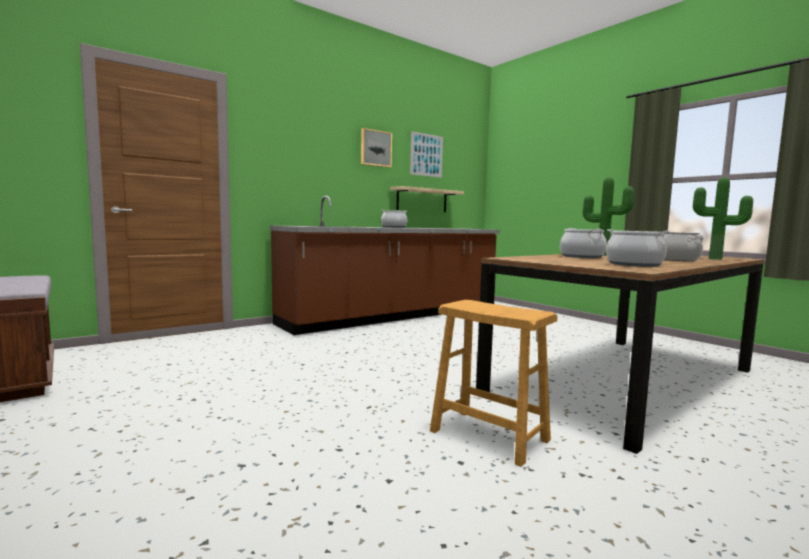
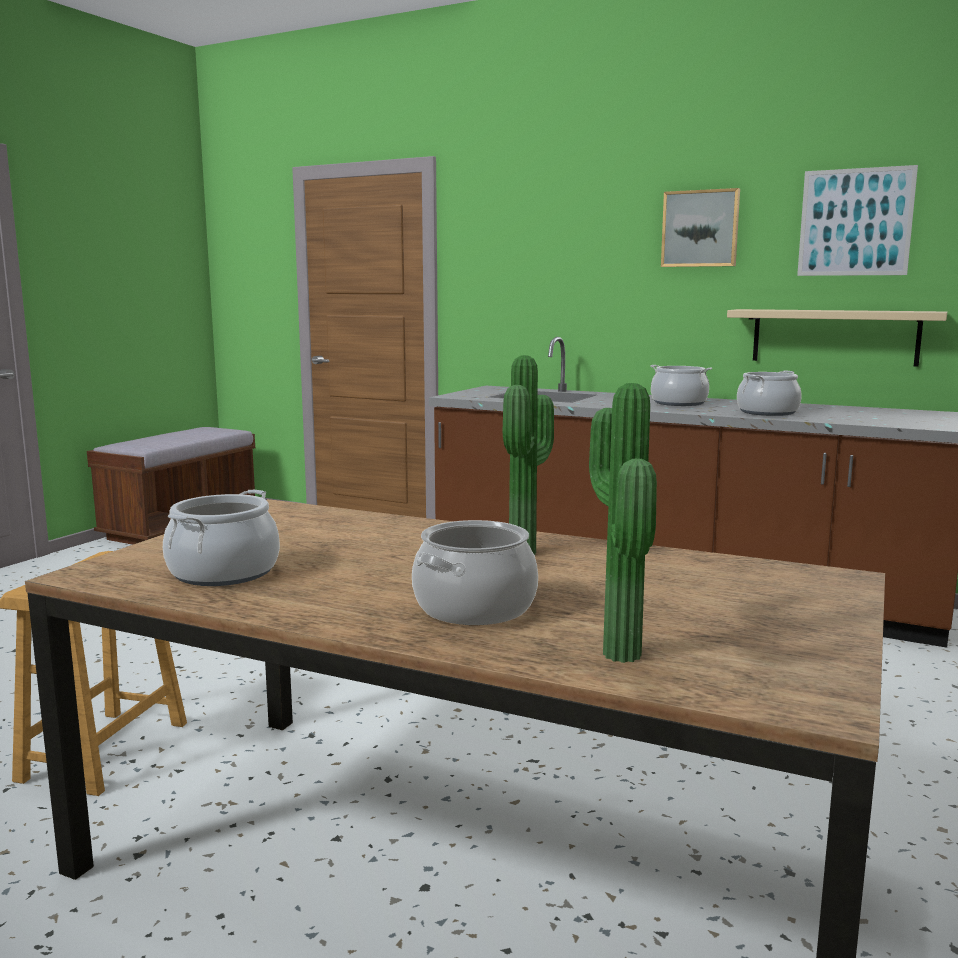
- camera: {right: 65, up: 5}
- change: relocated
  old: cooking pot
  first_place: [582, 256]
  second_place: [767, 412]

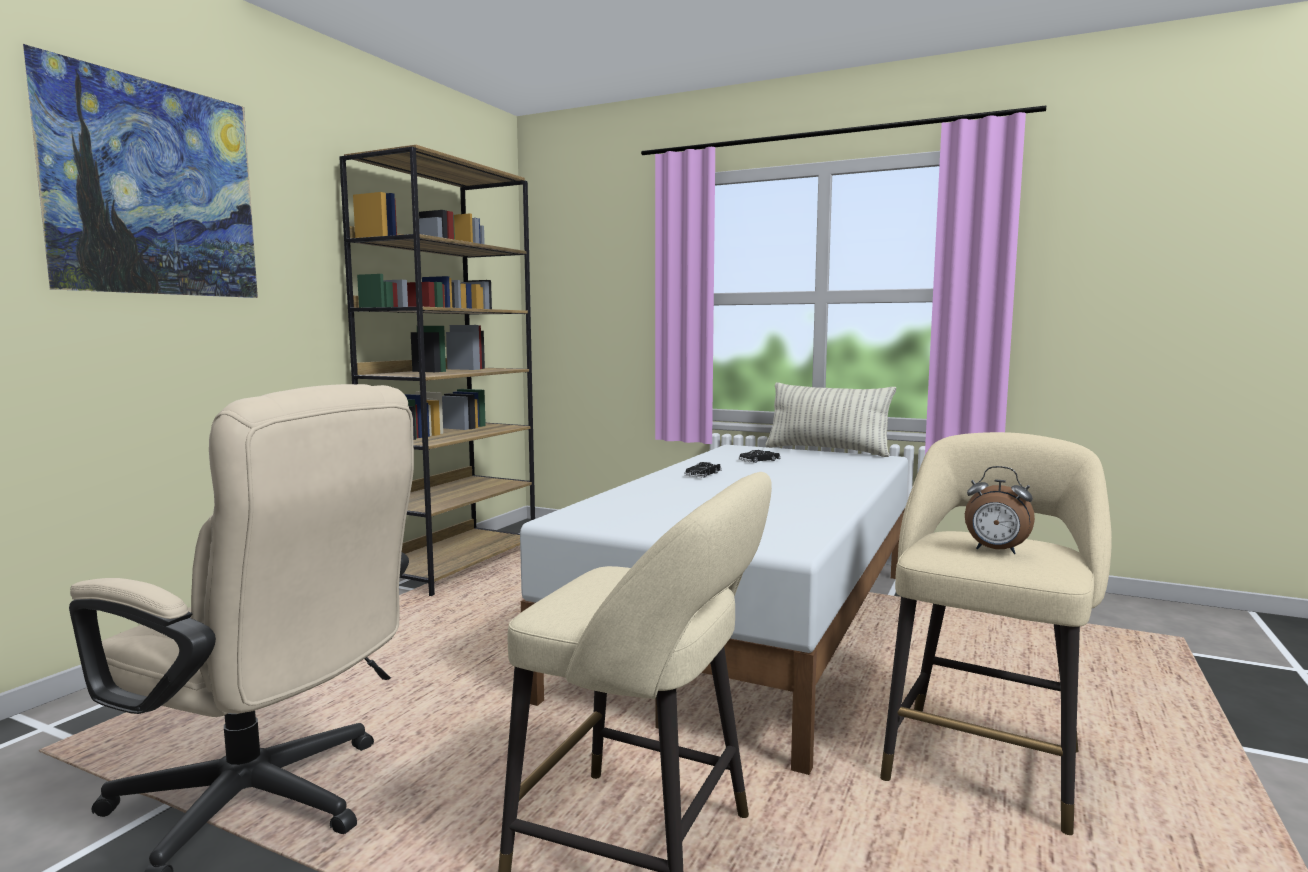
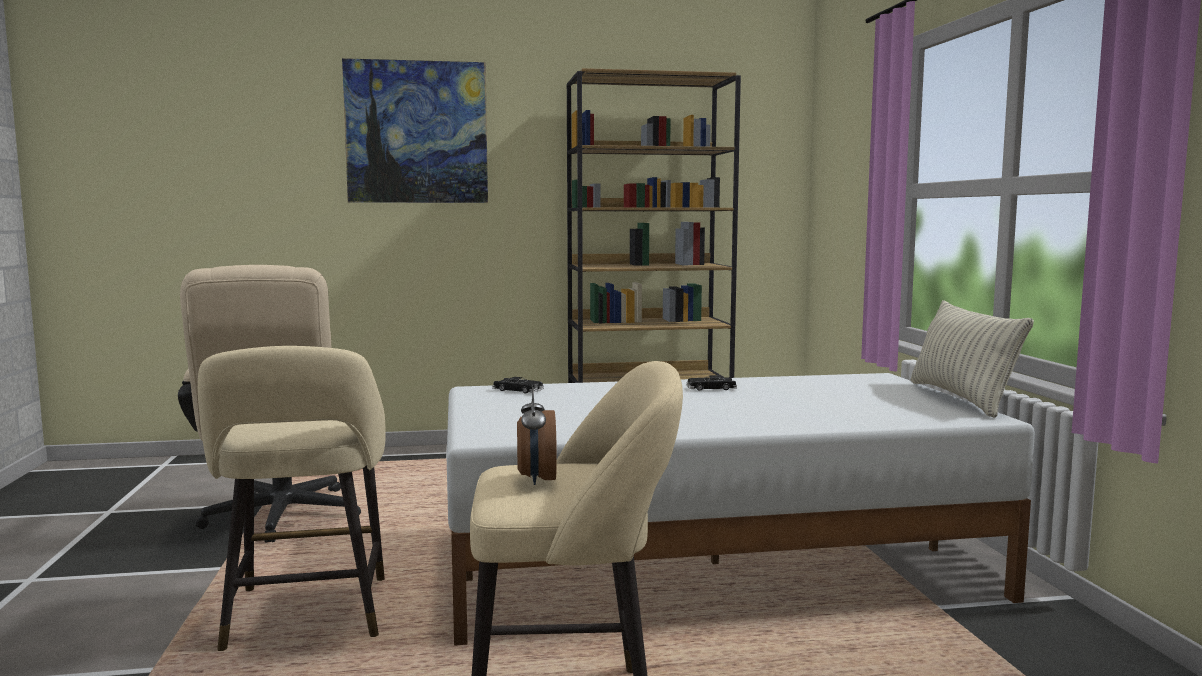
- camera: {right: 55, up: 0}
- change: relocated
  old: toy car in black
  first_place: [759, 460]
  second_place: [518, 390]

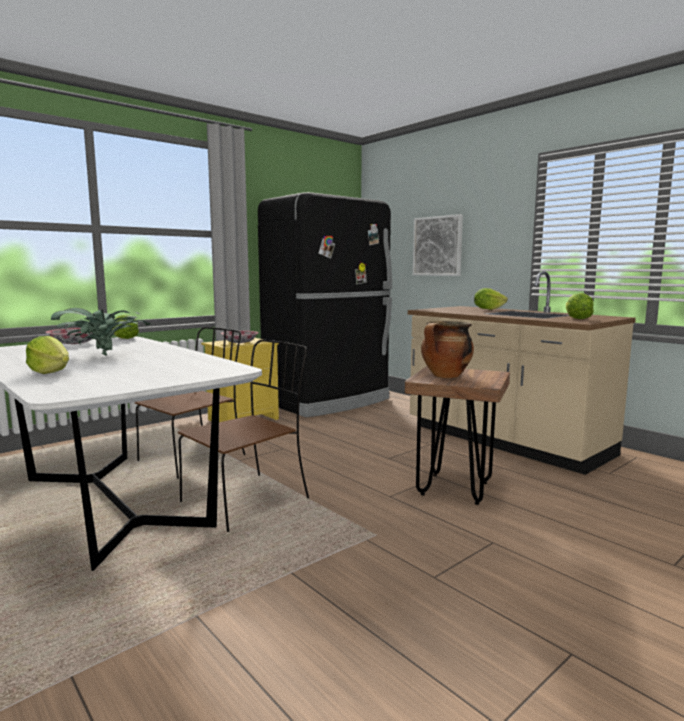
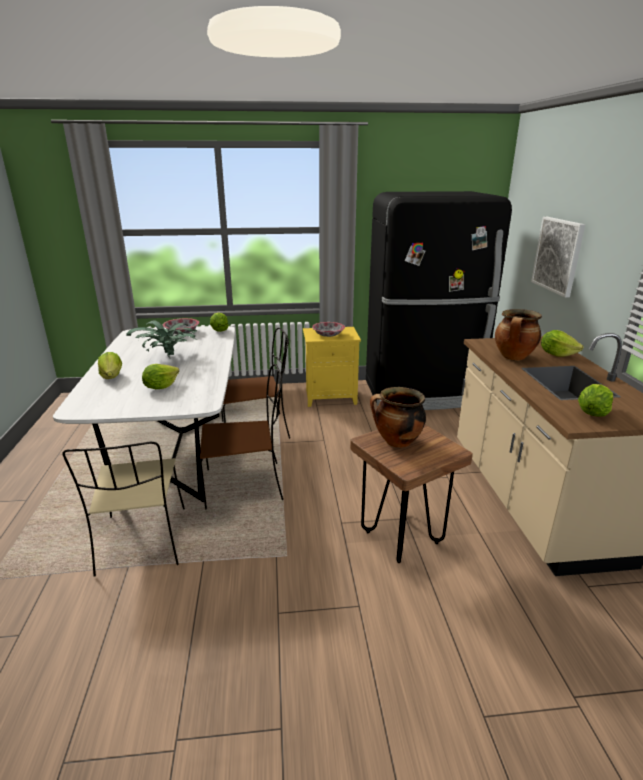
- camera: {right: 35, up: 15}
- change: appeared
  new: chair in beige
  second_place: [142, 542]
- change: appeared
  new: lettuce
  second_place: [161, 387]
- change: appeared
  new: cooking pot
  second_place: [514, 357]

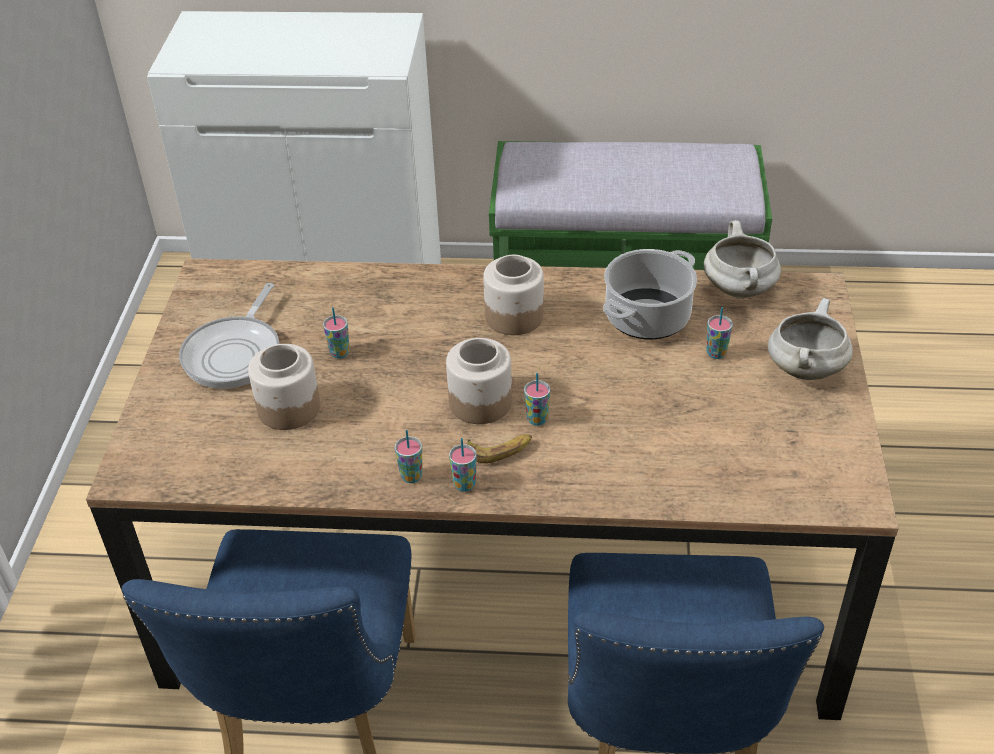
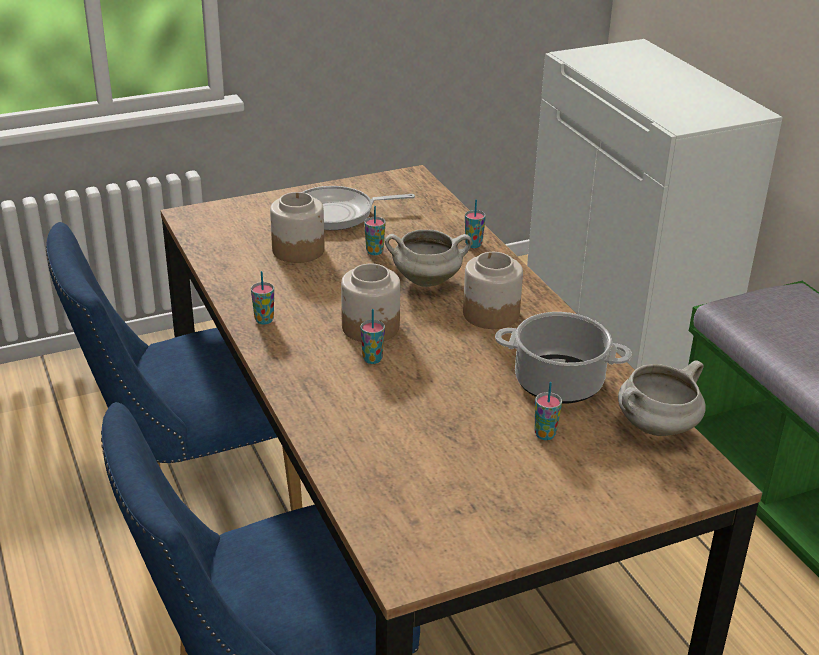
- camera: {right: 60, up: -10}
- change: relocated
  old: cooking pot in white
  first_place: [805, 368]
  second_place: [427, 280]
- change: relocated
  old: cup
  first_place: [464, 484]
  second_place: [473, 245]
- change: missing
  old: banana
  first_place: [500, 450]

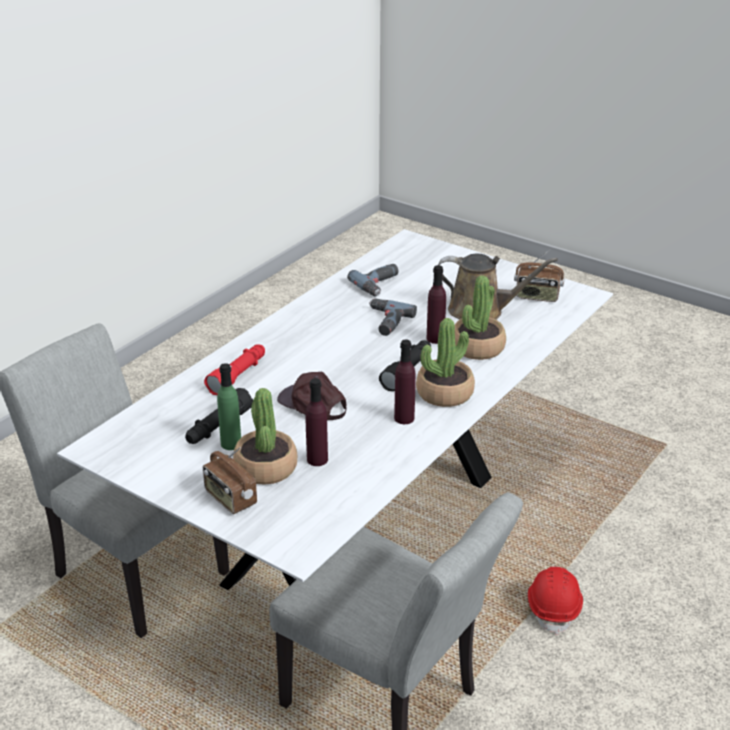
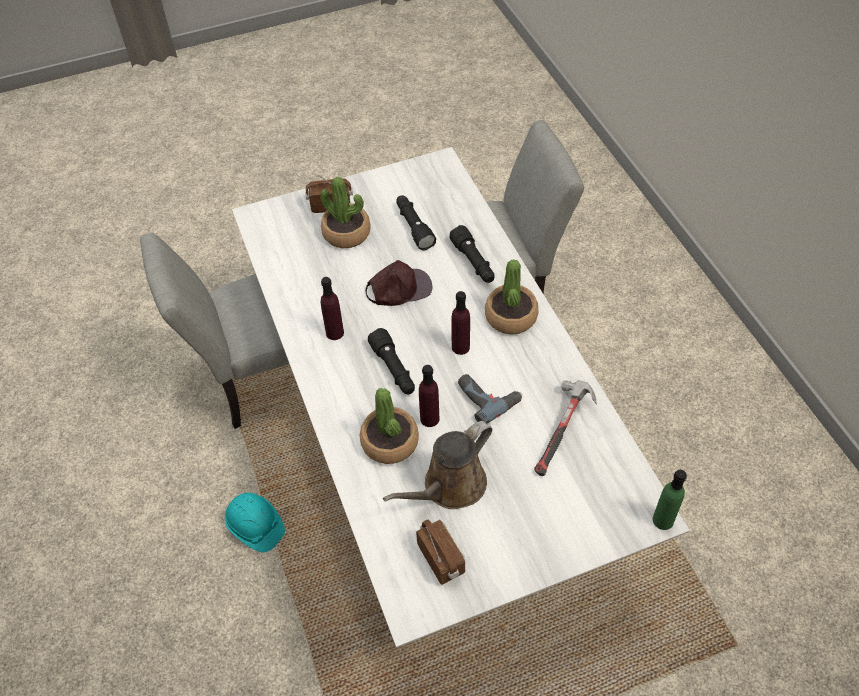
- camera: {right: 125, up: 20}
- change: colour
  old: hard hat in red
  new: hard hat in turquoise
  first_place: [554, 607]
  second_place: [255, 527]
- change: spun
  old: radio
  first_place: [537, 297]
  second_place: [441, 559]
  degrees: 105
- change: colour
  old: flashlight in red
  new: flashlight in black
  first_place: [238, 376]
  second_place: [473, 262]
- change: relocated
  old: bottle in purple
  first_place: [317, 459]
  second_place: [460, 347]
- change: relocated
  old: potted plant
  first_place: [444, 393]
  second_place: [511, 316]
- change: exchanged
  old: power drill
  new: hammer
  first_place: [380, 285]
  second_place: [562, 431]
- change: relocated
  old: bottle in green
  first_place: [231, 444]
  second_place: [663, 520]

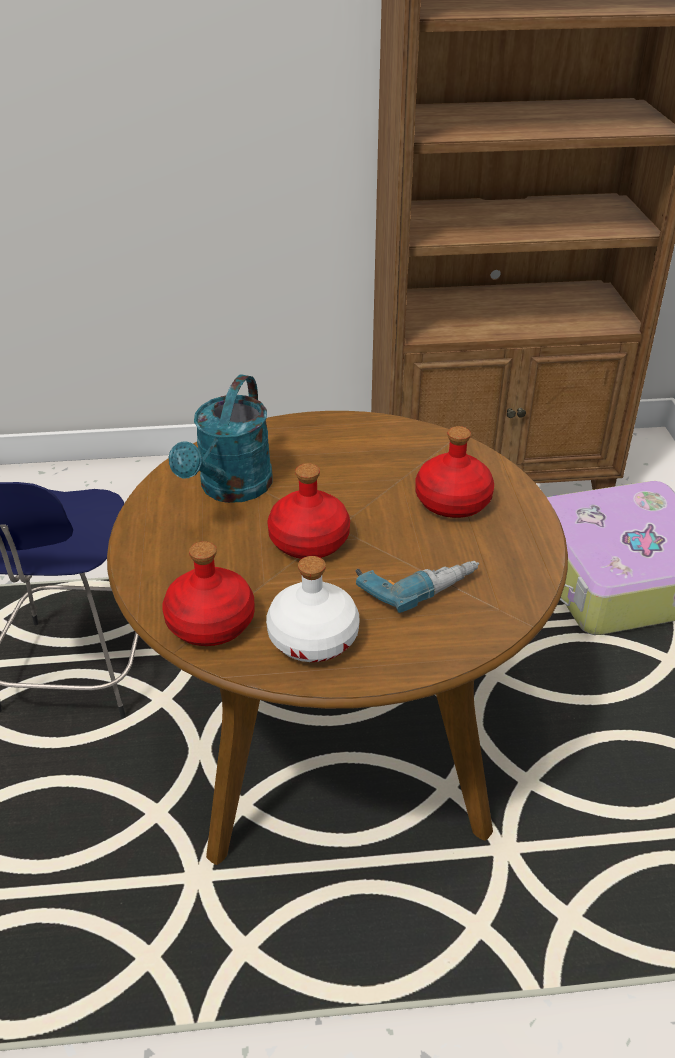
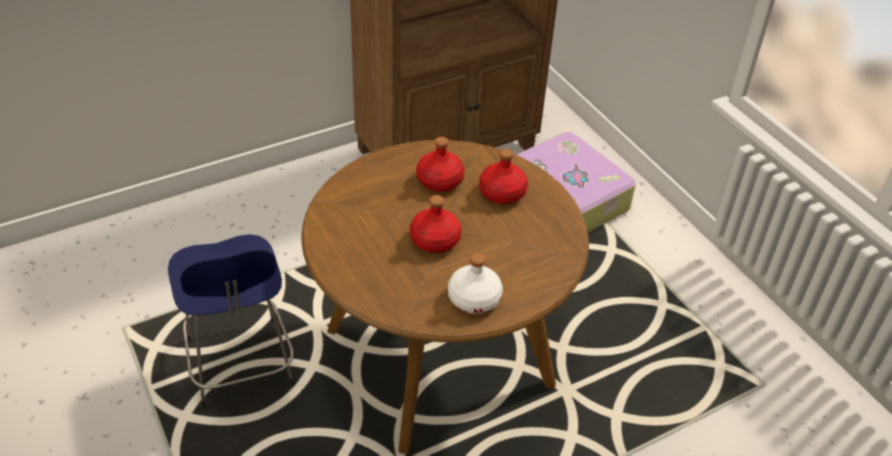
- camera: {right: -25, up: 5}
- change: relocated
  old: bottle in red
  first_place: [212, 623]
  second_place: [440, 180]
- change: missing
  old: watering can in turquoise
  first_place: [231, 489]
- change: missing
  old: power drill
  first_place: [416, 583]

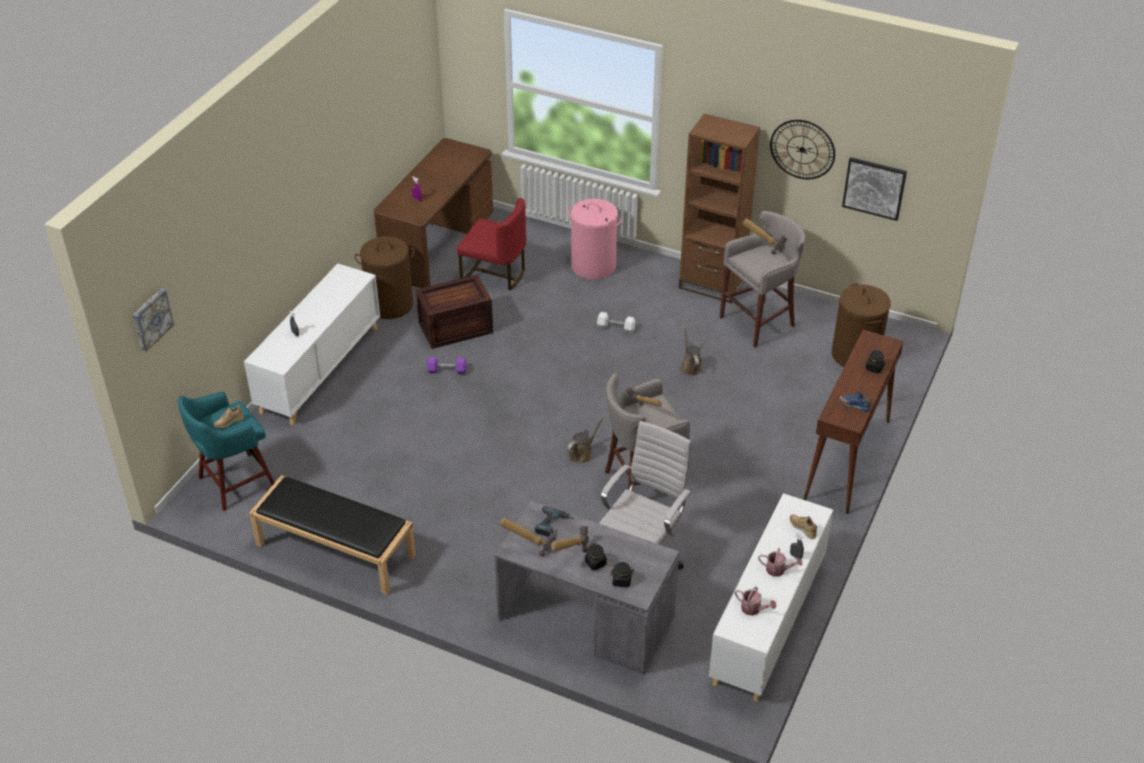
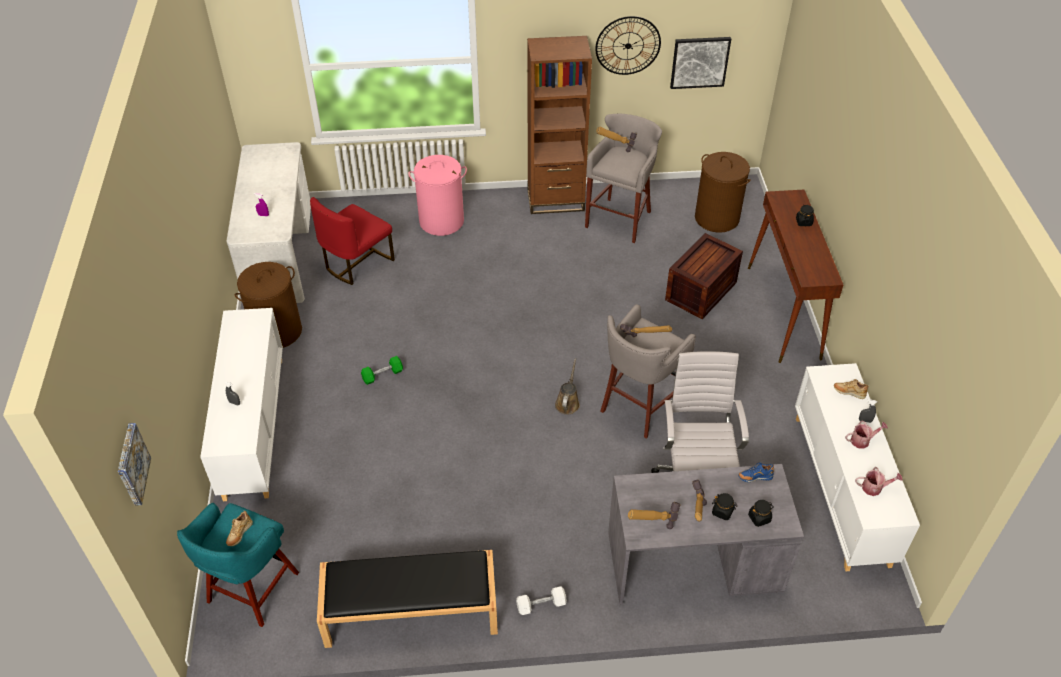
- camera: {right: -30, up: 5}
- change: colour
  old: desk in brown
  new: desk in white
  first_place: [438, 243]
  second_place: [279, 252]
- change: spun
  old: chair in red
  first_place: [494, 274]
  second_place: [357, 263]
  degrees: 135
- change: colour
  old: dumbbell in purple
  new: dumbbell in green
  first_place: [447, 370]
  second_place: [382, 375]
- change: relocated
  old: dumbbell in white
  first_place: [616, 327]
  second_place: [541, 605]
- change: relocated
  old: crate
  first_place: [454, 328]
  second_place: [700, 291]
- change: relocated
  old: shoe in blue
  first_place: [854, 406]
  second_place: [754, 477]
- change: missing
  old: power drill
  first_place: [552, 524]
- change: missing
  old: watering can in brown
  first_place: [690, 366]

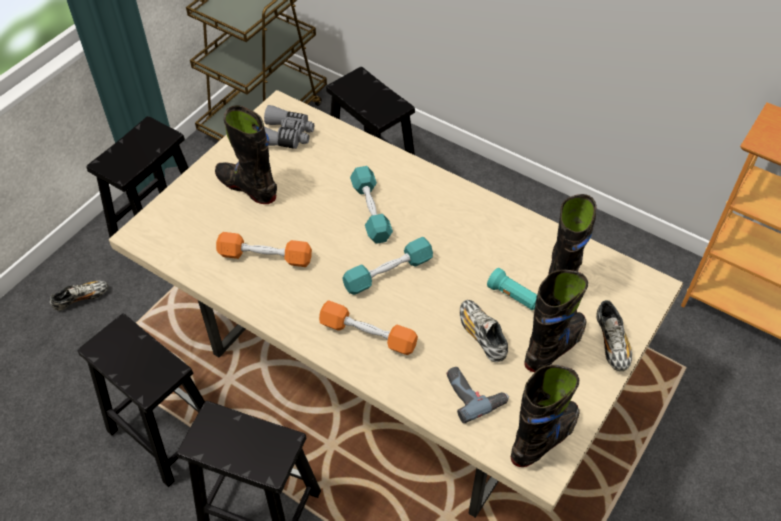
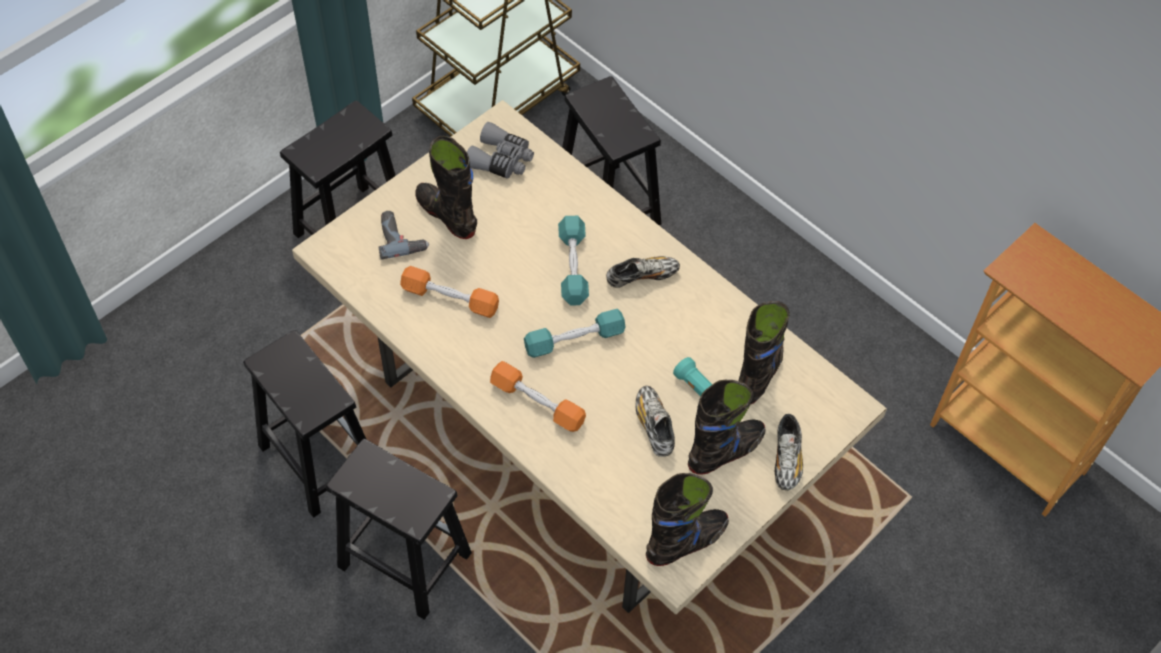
- camera: {right: 10, up: 5}
- change: relocated
  old: power drill
  first_place: [474, 393]
  second_place: [401, 237]
- change: relocated
  old: shoe
  first_place: [81, 299]
  second_place: [642, 277]

